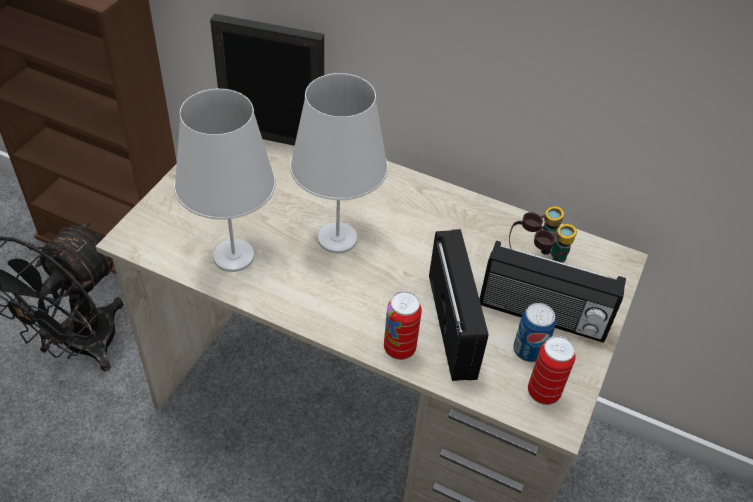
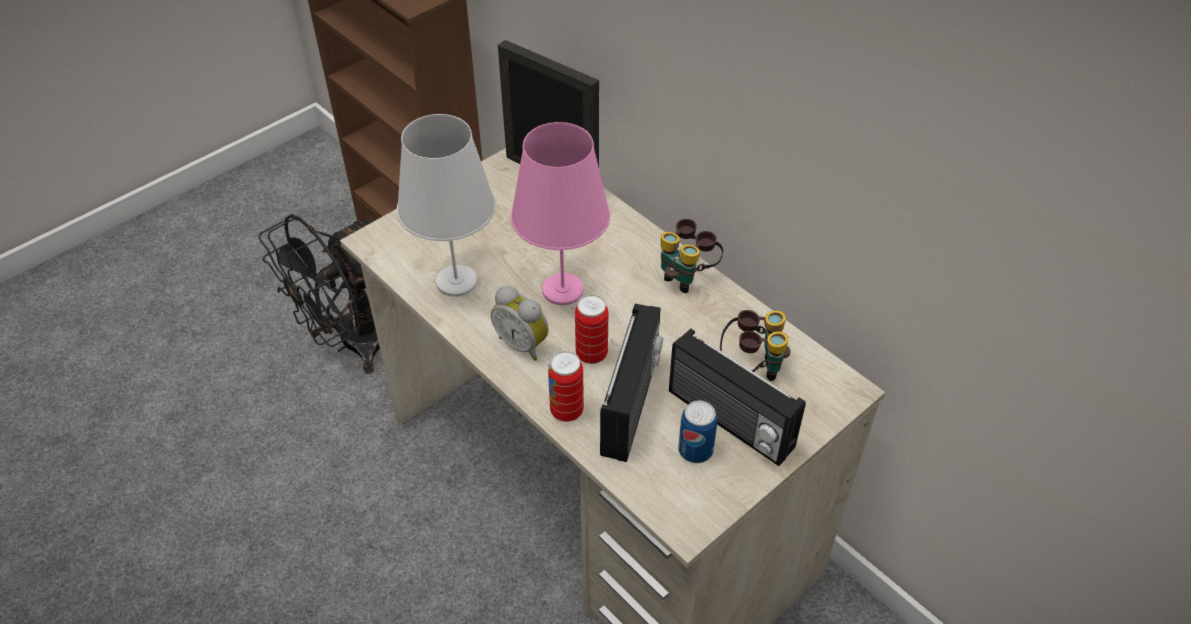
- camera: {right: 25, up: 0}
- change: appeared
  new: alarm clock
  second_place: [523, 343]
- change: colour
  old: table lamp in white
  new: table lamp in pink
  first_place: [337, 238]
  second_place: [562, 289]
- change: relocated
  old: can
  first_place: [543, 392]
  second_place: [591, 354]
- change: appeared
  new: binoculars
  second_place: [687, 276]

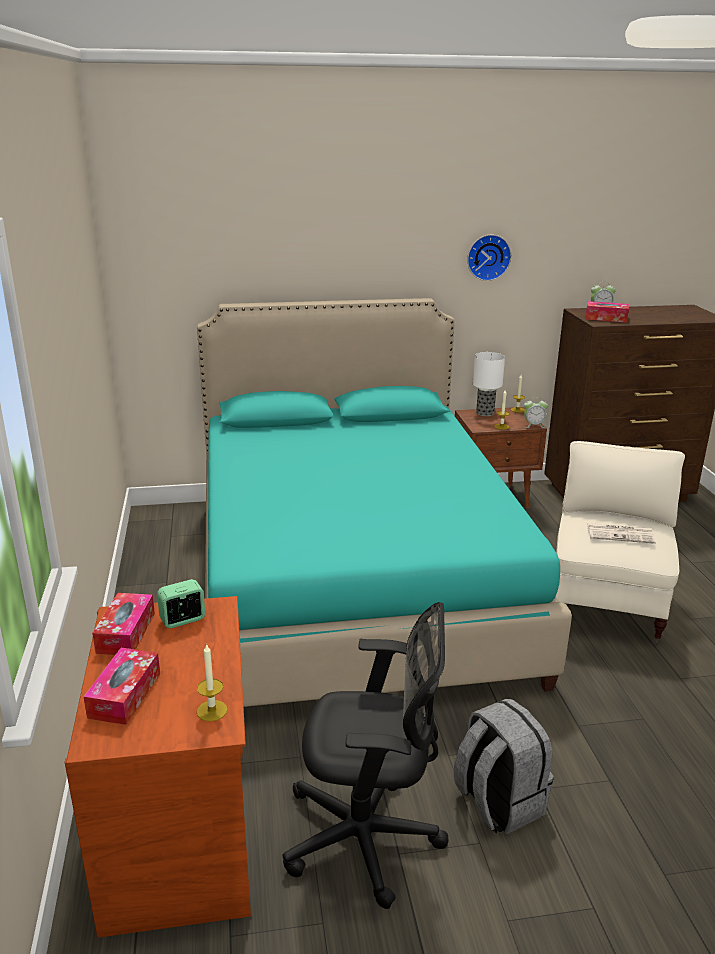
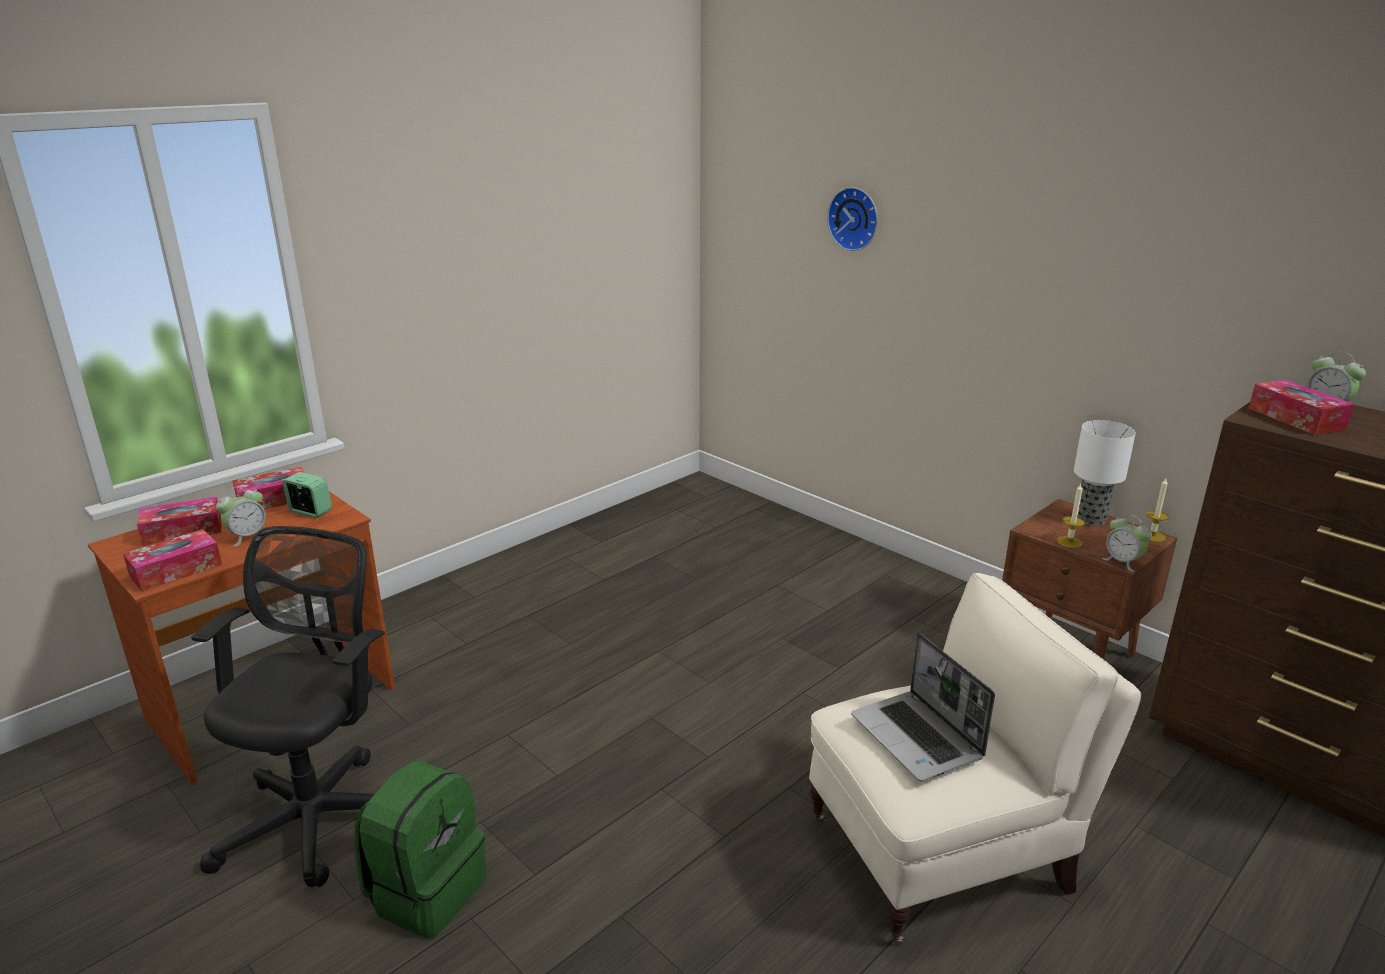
- camera: {right: 55, up: 0}
- change: exchanged
  old: candle
  new: tissue box
  first_place: [212, 710]
  second_place: [176, 570]
- change: spun
  old: office chair in black
  first_place: [368, 839]
  second_place: [319, 815]
  degrees: -135
- change: appeared
  new: alarm clock
  second_place: [248, 537]
- change: colour
  old: backpack in grey
  new: backpack in green
  first_place: [498, 802]
  second_place: [426, 890]
- change: relocated
  old: wall clock
  first_place: [488, 257]
  second_place: [855, 218]
- change: exchanged
  old: newspaper
  new: laptop
  first_place: [621, 534]
  second_place: [918, 738]
- change: missing
  old: bed in turquoise
  first_place: [352, 580]

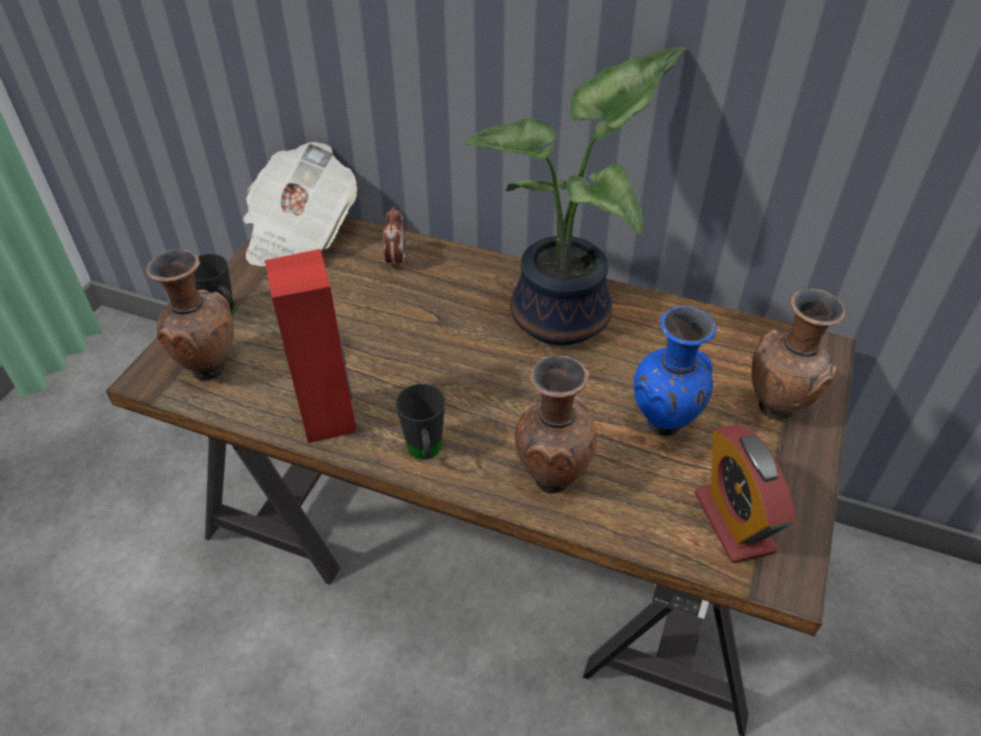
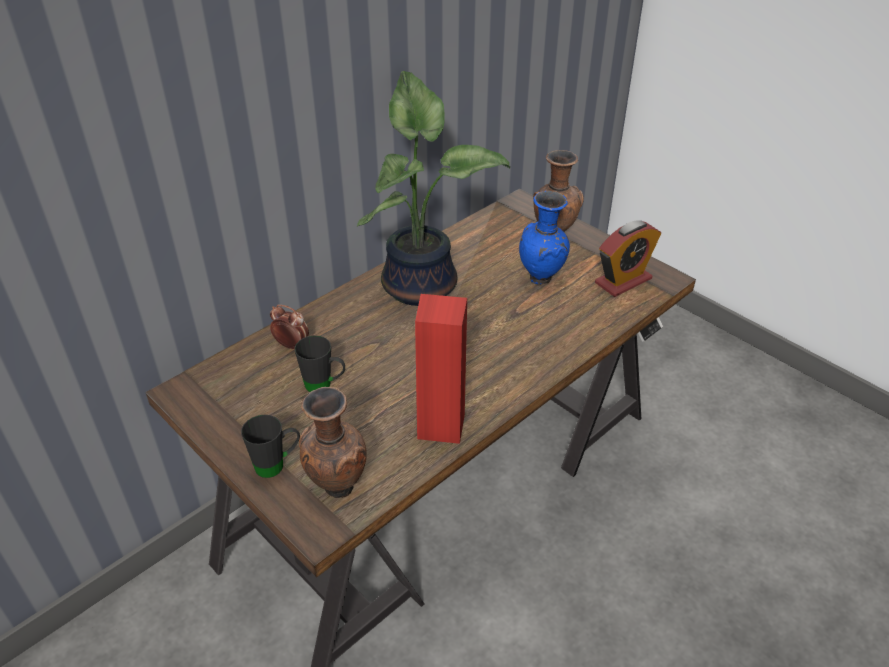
- camera: {right: -65, up: -5}
- change: relocated
  old: mug in black
  first_place: [425, 454]
  second_place: [324, 386]
- change: spun
  old: alarm clock
  first_place: [734, 522]
  second_place: [623, 281]
  degrees: -45
- change: missing
  old: newspaper
  first_place: [299, 234]
- change: missing
  old: vase in brown
  first_place: [550, 477]

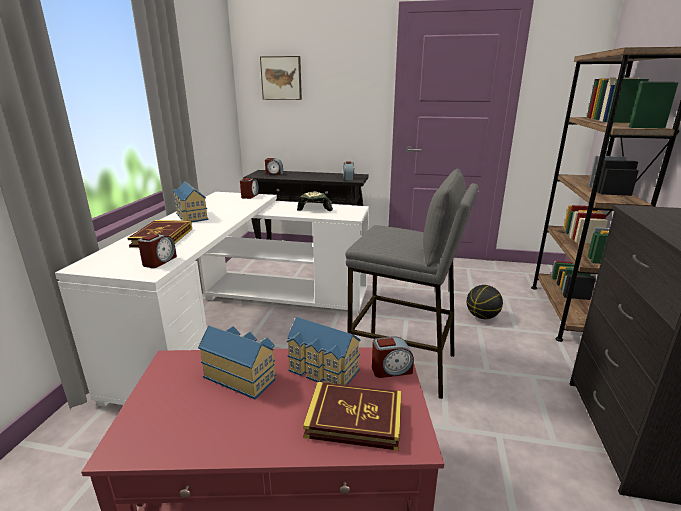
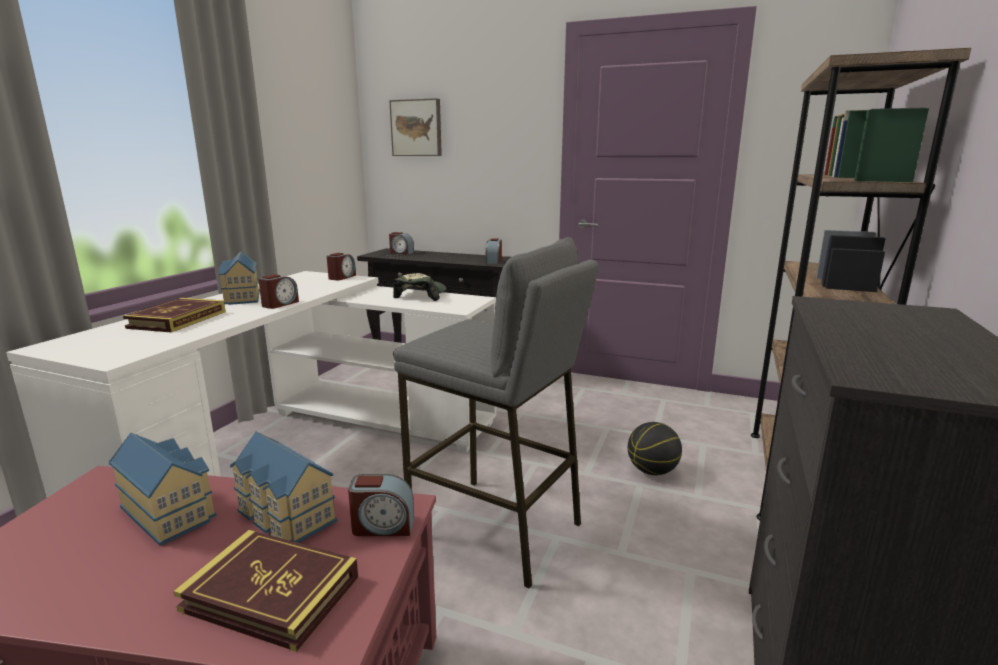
- camera: {right: 10, up: -5}
- change: relocated
  old: alarm clock
  first_place: [159, 261]
  second_place: [280, 304]

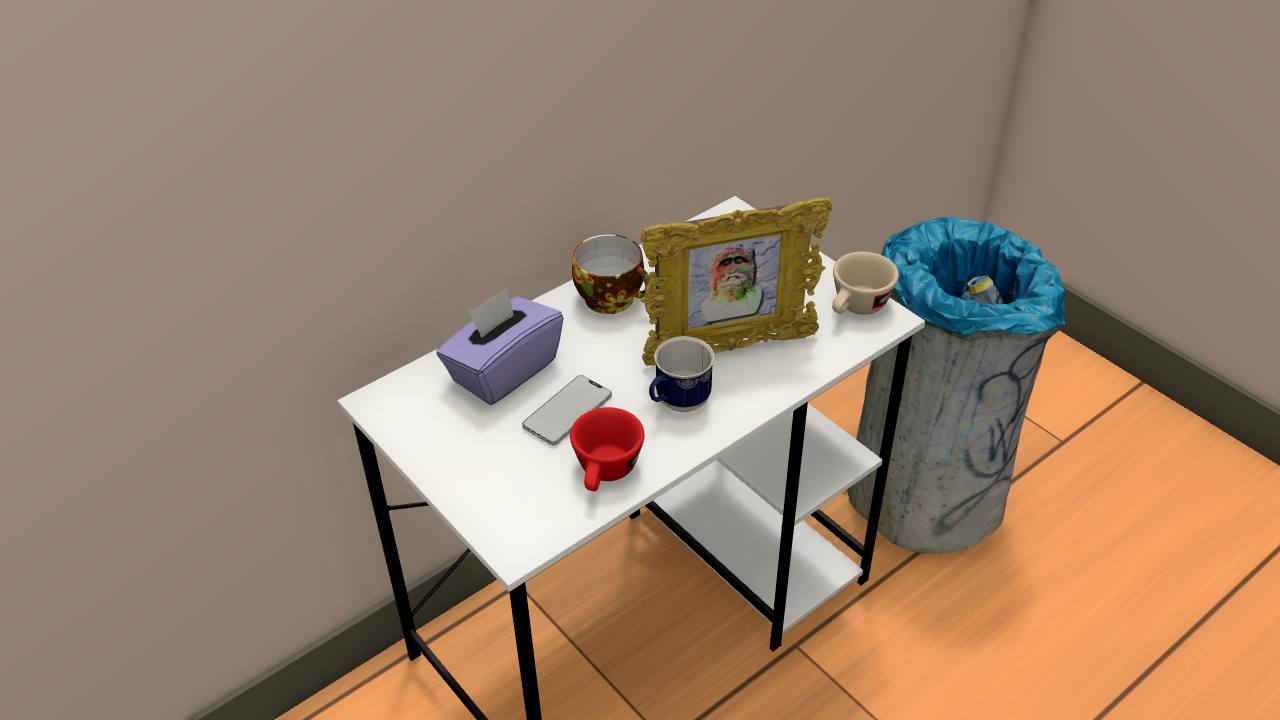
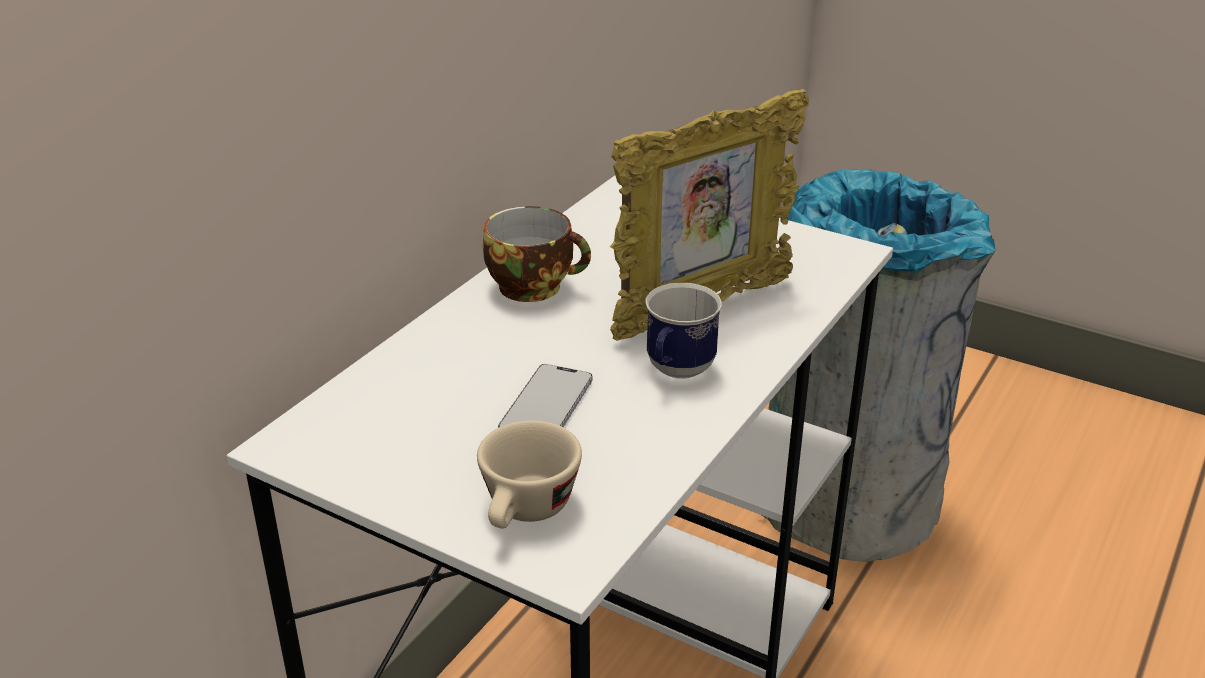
- camera: {right: -20, up: -10}
- change: relocated
  old: cup in beige
  first_place: [857, 308]
  second_place: [526, 512]
- change: missing
  old: tissue box in purple
  first_place: [503, 371]
- change: missing
  old: cup in red
  first_place: [606, 473]

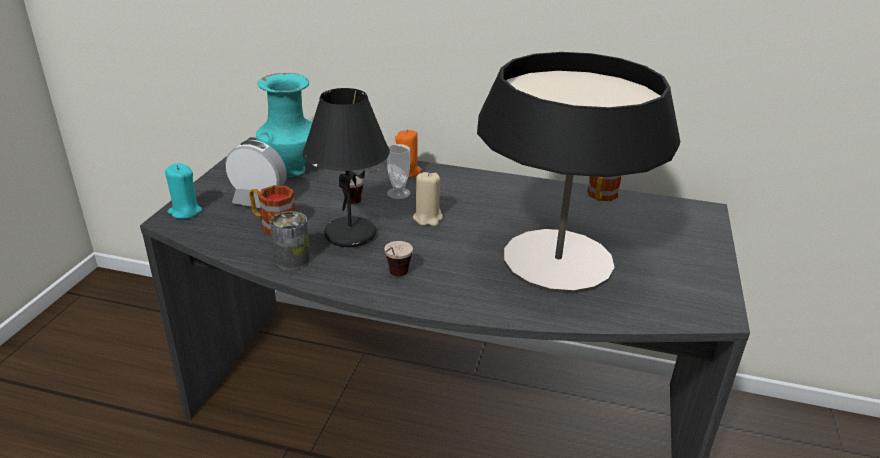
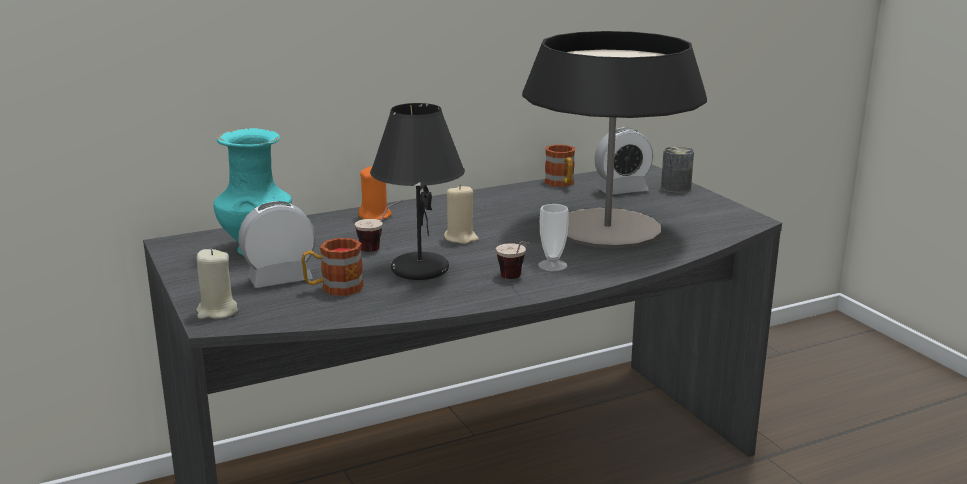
- camera: {right: -40, up: -10}
- change: colour
  old: candle in turquoise
  new: candle in beige
  first_place: [185, 212]
  second_place: [217, 311]
- change: relocated
  old: cup
  first_place: [398, 193]
  second_place: [552, 265]
- change: appeared
  new: alarm clock
  second_place: [622, 190]
- change: relocated
  old: can
  first_place: [292, 260]
  second_place: [675, 188]

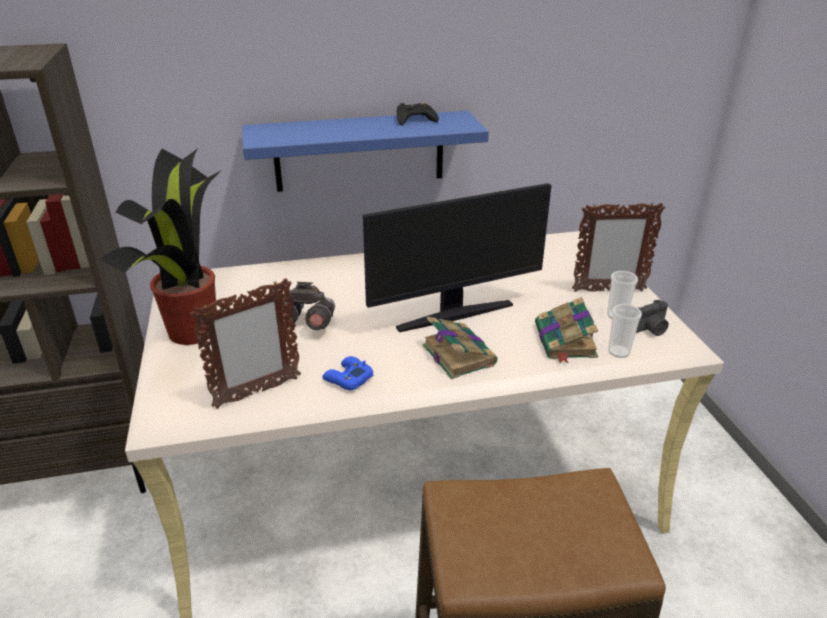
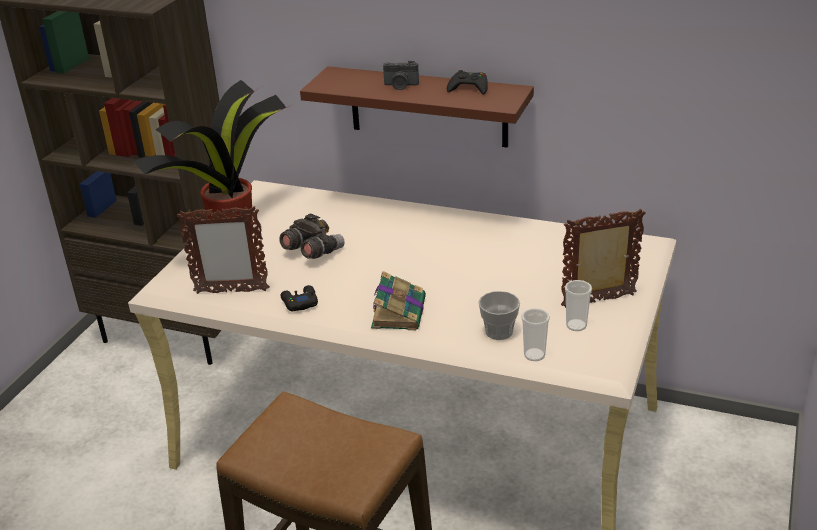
- camera: {right: 35, up: 0}
- change: colour
  old: game controller in blue
  new: game controller in black
  first_place: [347, 378]
  second_place: [299, 302]
- change: colour
  old: shelf in blue
  new: shelf in brown
  first_place: [360, 151]
  second_place: [428, 107]
- change: relocated
  old: photo camera
  first_place: [650, 329]
  second_place: [400, 86]
- change: exchanged
  old: book
  new: cup
  first_place: [565, 342]
  second_place: [499, 332]
- change: spun
  old: picture frame
  first_place: [607, 291]
  second_place: [599, 301]
  degrees: 135
- change: missing
  old: monitor
  first_place: [454, 314]

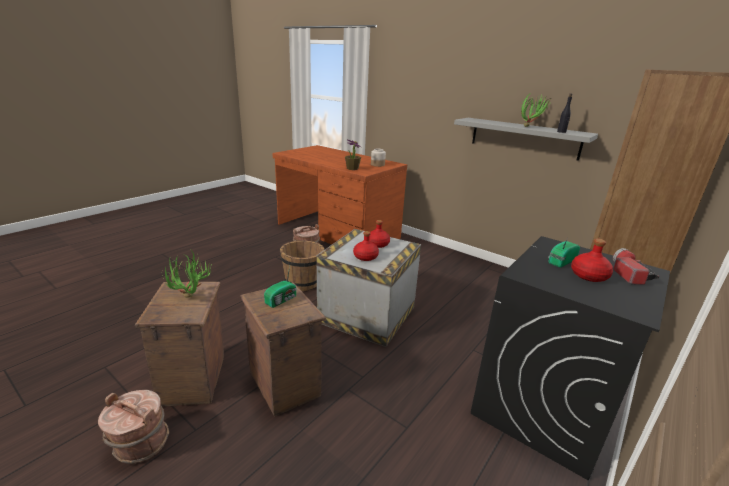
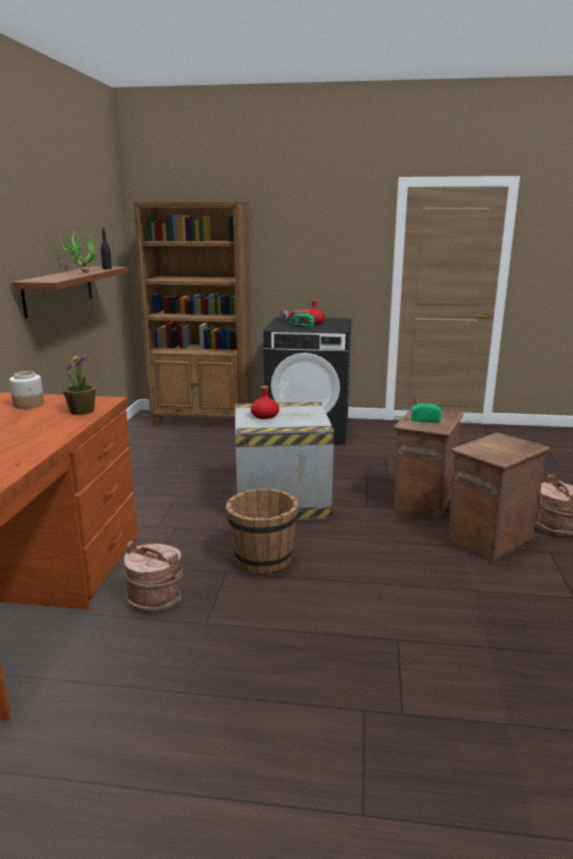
- camera: {right: -120, up: -5}
- change: colour
  old: shelf in grey
  new: shelf in brown
  first_place: [524, 138]
  second_place: [59, 290]
- change: missing
  old: potted plant
  first_place: [191, 299]
- change: missing
  old: bottle in red
  first_place: [365, 257]

